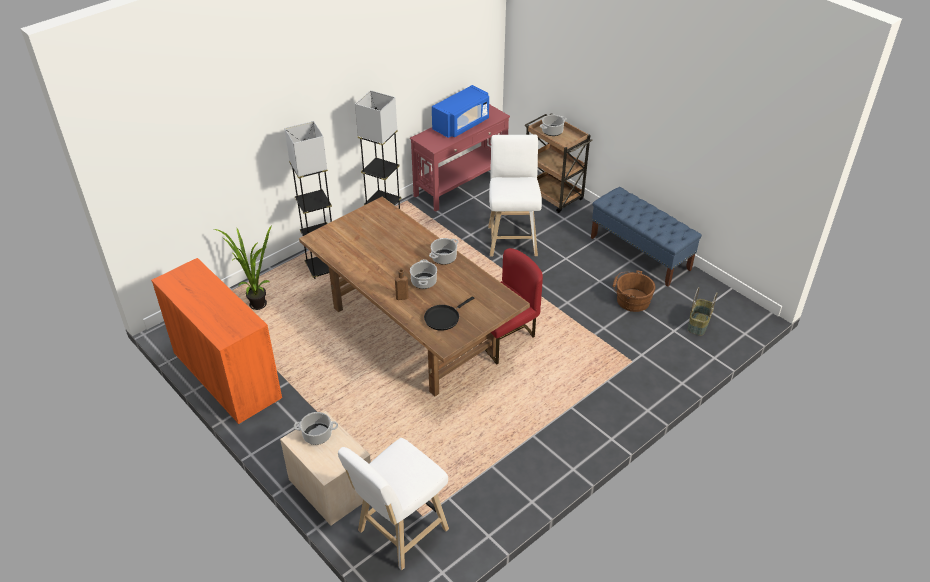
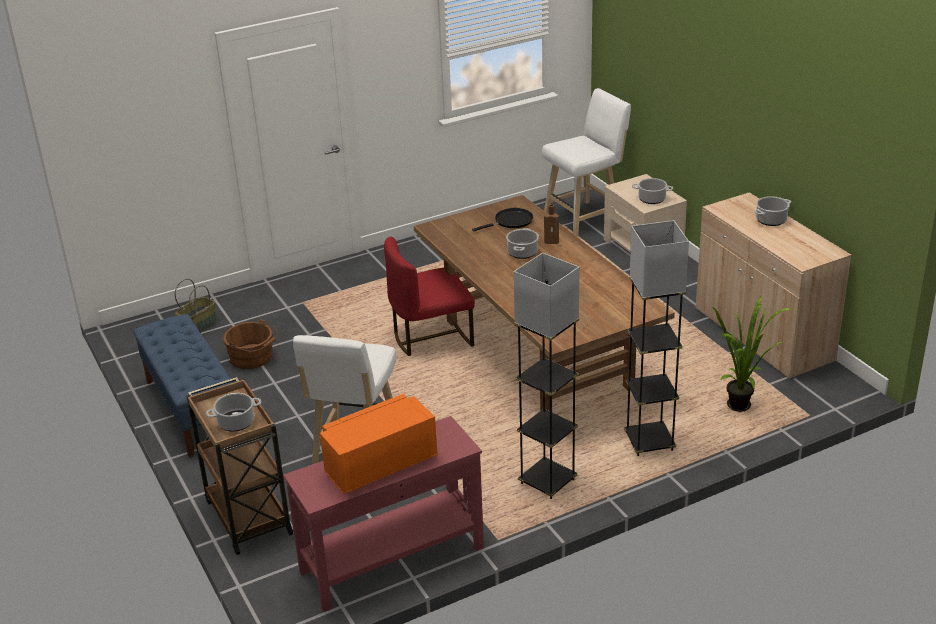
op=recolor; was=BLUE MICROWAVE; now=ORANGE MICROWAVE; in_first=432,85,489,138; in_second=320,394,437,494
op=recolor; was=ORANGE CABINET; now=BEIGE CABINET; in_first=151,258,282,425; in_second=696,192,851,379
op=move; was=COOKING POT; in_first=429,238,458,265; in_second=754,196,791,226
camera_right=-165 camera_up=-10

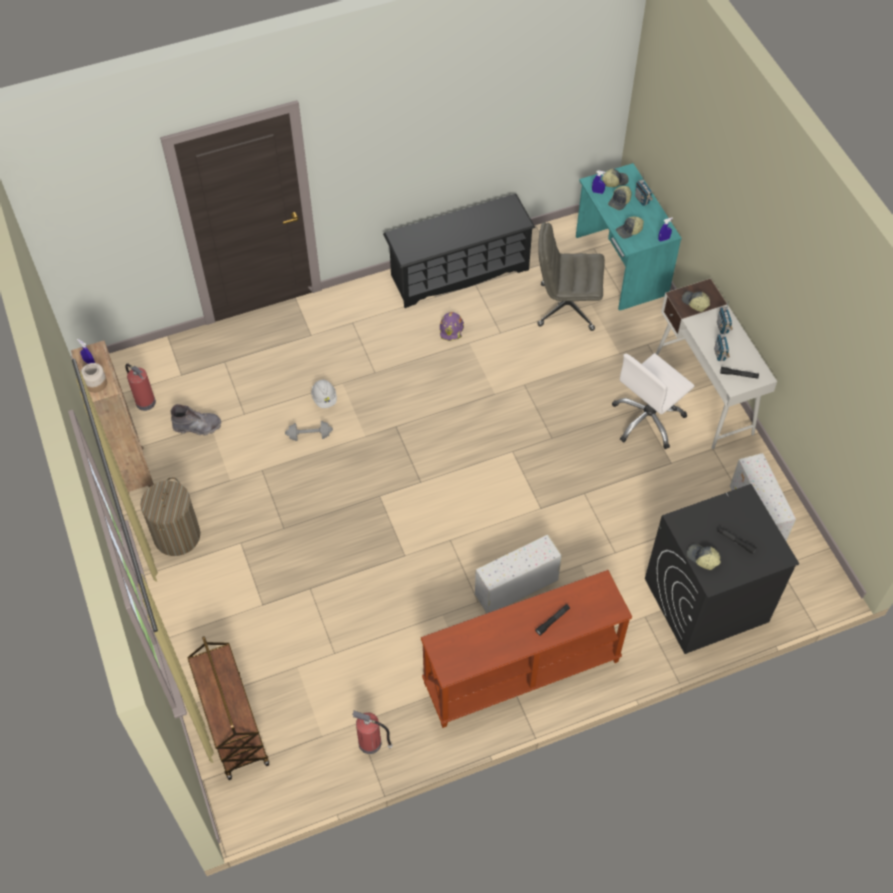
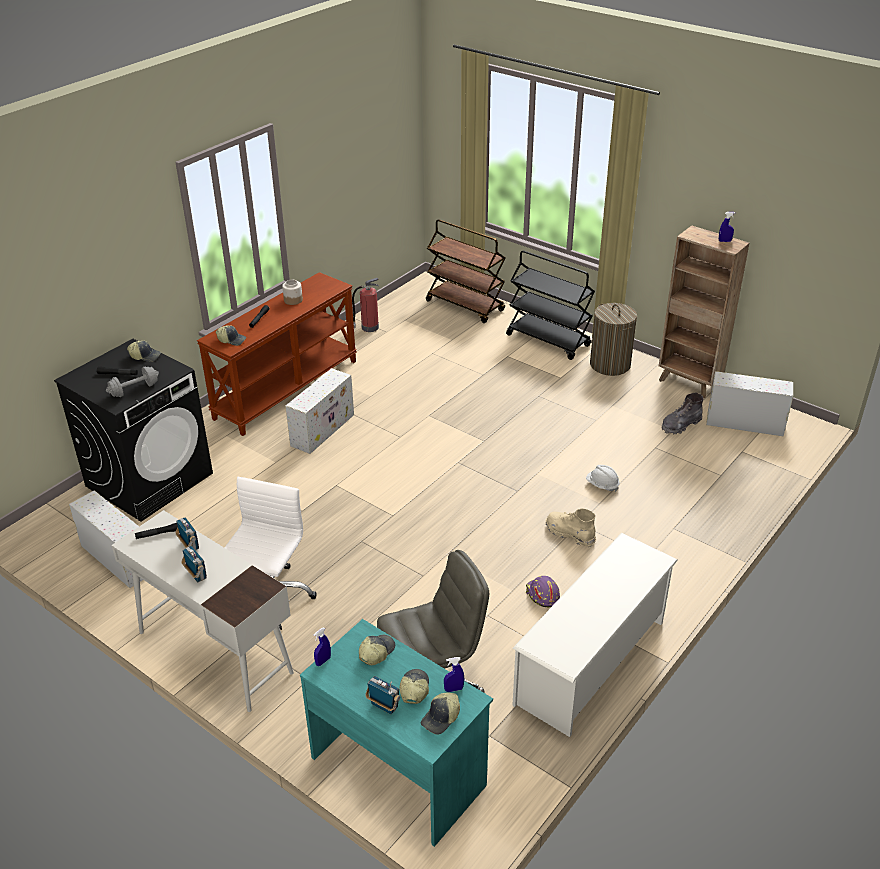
op=move; was=GREY DUMBBELL; in_first=285,421,333,441; in_second=106,366,159,397
op=move; was=CAP; in_first=682,291,710,312; in_second=216,325,246,346
op=move; was=JAR; in_first=81,363,107,393; in_second=282,280,303,305
op=insert; now=BLACK CART; in_second=506,250,595,360
op=recolor; was=BLACK SHOE RACK; now=WHITE SHOE RACK; in_first=383,194,536,308; in_second=512,533,678,737
op=insert; now=BEIGE BOOT; in_second=545,509,596,547
op=replace; was=FIRE EXTINGUISHER; now=WHITE STORAGE BOX; in_first=125,364,156,411; in_second=706,371,793,436
camera_right=150 camera_up=-20

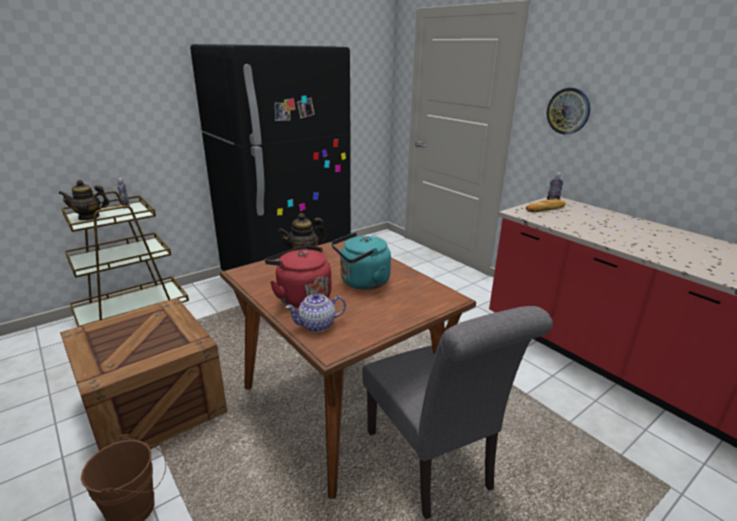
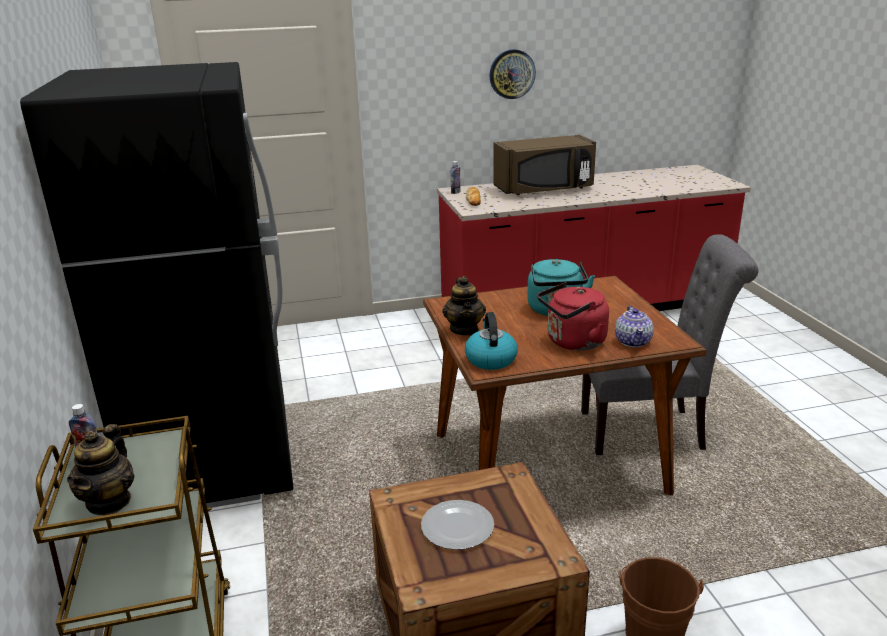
op=insert; now=PLATE; in_second=421,500,494,550
op=insert; now=KETTLE; in_second=465,312,518,370
op=move; was=WALL CLOCK; in_first=547,88,590,134; in_second=490,49,536,99
op=insert; now=BROWN MICROWAVE; in_second=493,135,596,195
camera_right=-65 camera_up=0

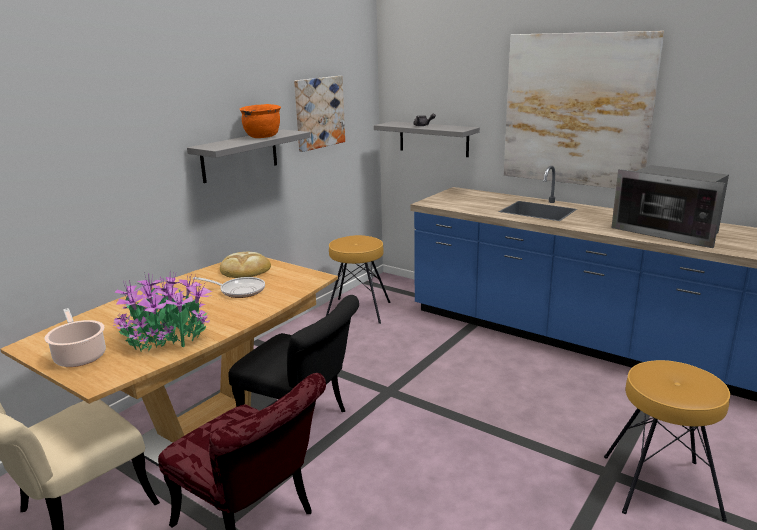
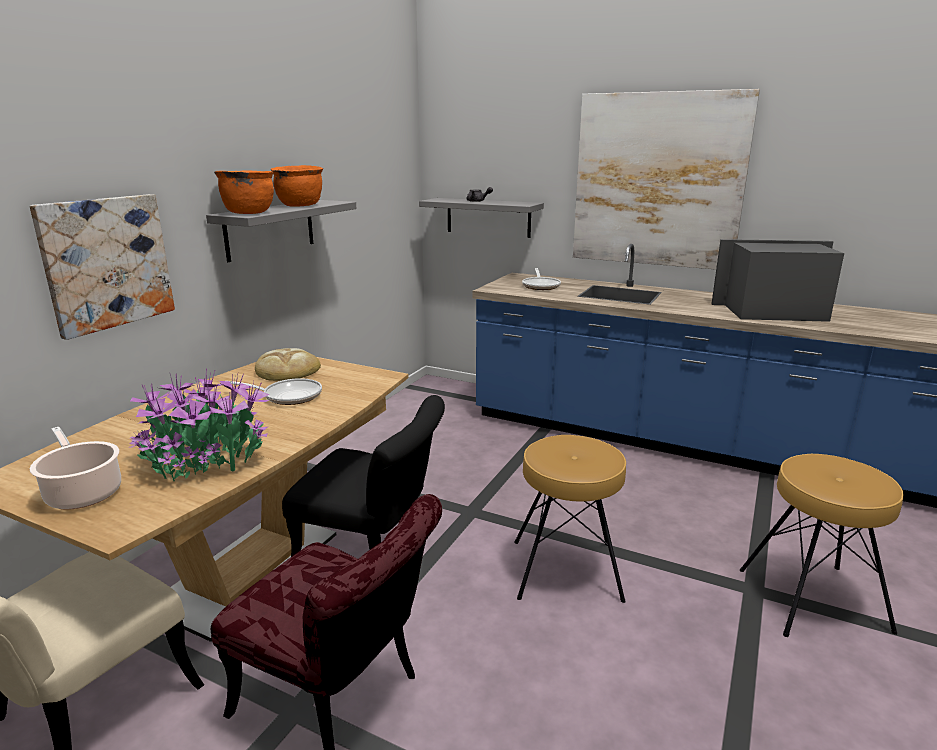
op=move; was=PICTURE; in_first=294,76,345,152; in_second=30,194,175,340
op=insert; now=ORANGE COOKING POT; in_second=214,170,274,214
op=move; was=BROWN STOOL; in_first=326,235,391,324; in_second=514,435,626,603
op=insert; now=FRYING PAN; in_second=522,268,561,290
op=rotate; was=MICROWAVE; in_first=611,165,729,248; in_second=712,239,844,322; clockwise=150
camera_right=-10 camera_up=0

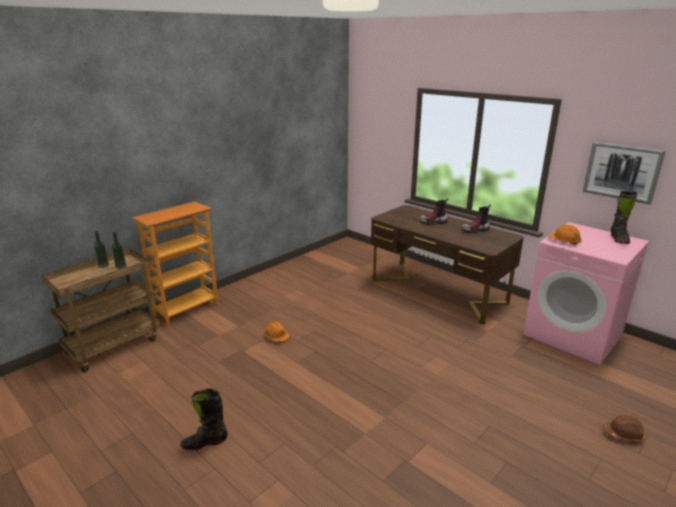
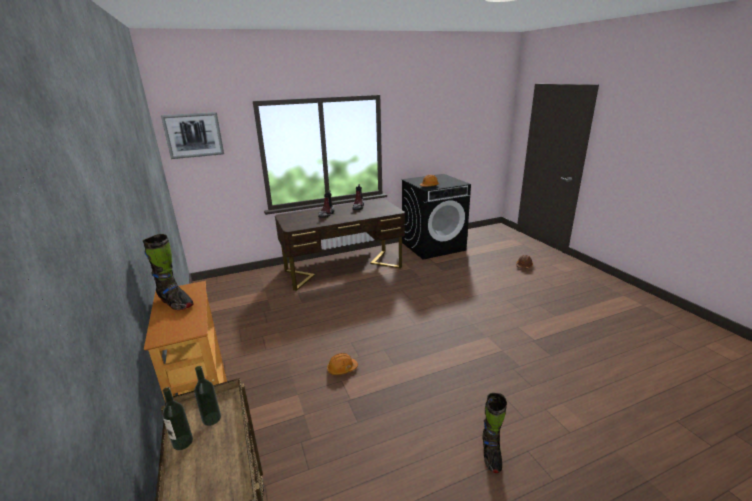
op=move; was=BLACK BOOT; in_first=611,191,637,244; in_second=143,234,193,310
op=move; was=PICTURE; in_first=583,142,665,204; in_second=161,112,224,159
op=recolor; was=PINK WASHING MACHINE; now=BLACK WASHING MACHINE; in_first=523,222,649,365; in_second=401,174,471,260
camera_right=-65 camera_up=0

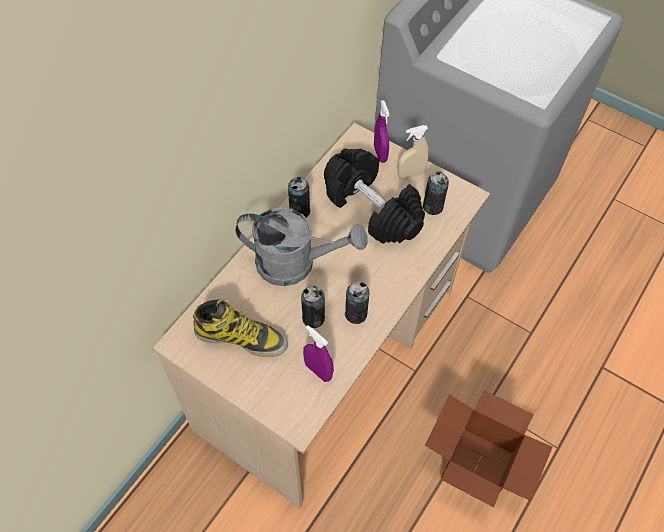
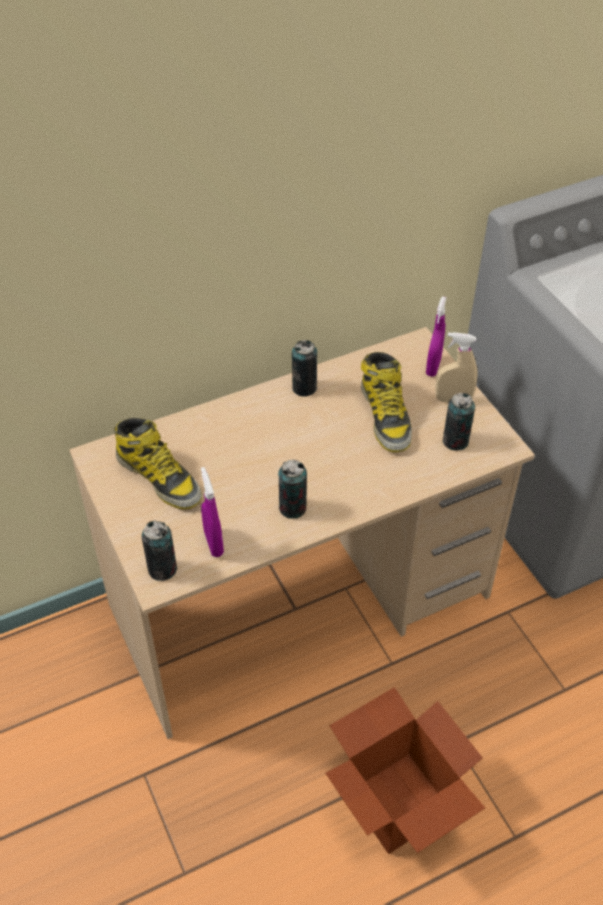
op=move; was=CAN; in_first=301,286,325,328; in_second=142,520,177,581
op=replace; was=BLACK DUMBBELL; now=BOOT; in_first=324,148,425,244; in_second=361,352,412,452
op=delete; was=GREY WATERING CAN; in_first=235,207,368,286
camera_right=30 camera_up=-10

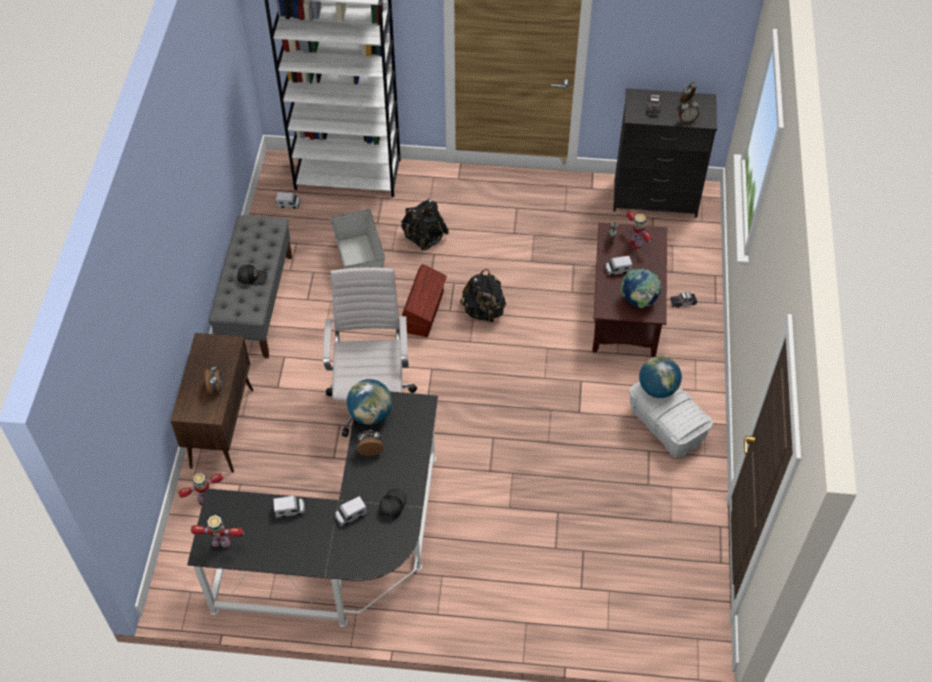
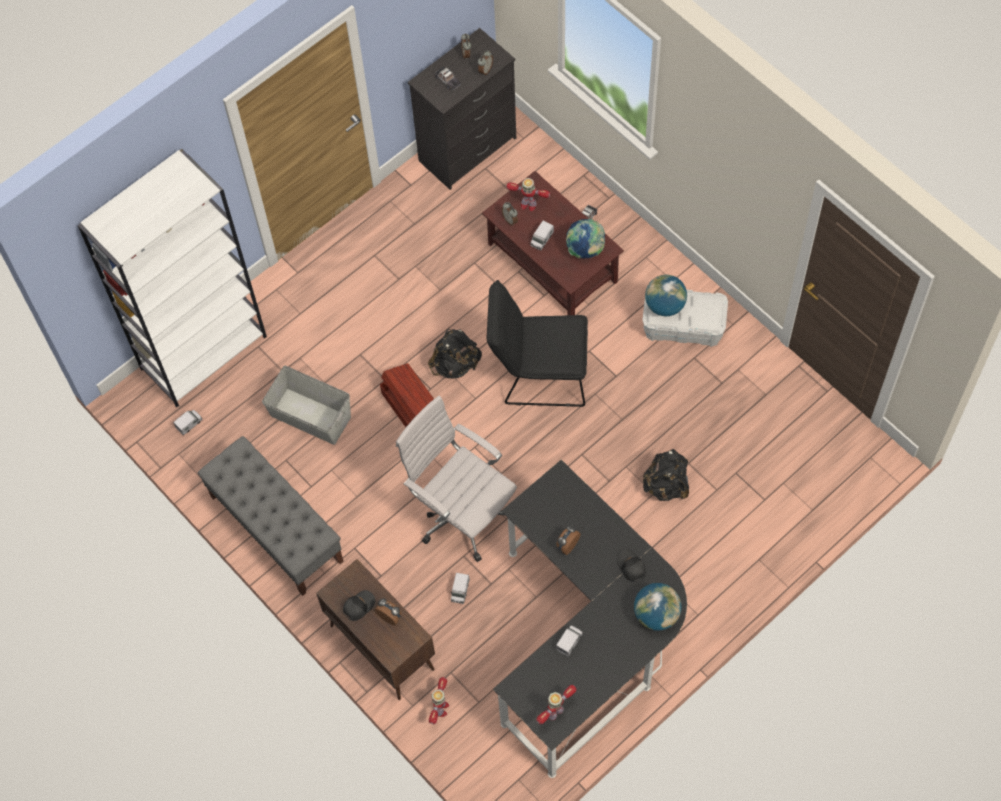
op=move; was=BLACK CAP; in_first=237,264,268,285; in_second=343,590,375,621
op=move; was=TOY TRUCK; in_first=335,496,367,526; in_second=450,573,470,604
op=insert; now=BLACK CHAIR; in_second=487,280,588,407
op=move; was=GLOBE; in_first=347,379,392,425; in_second=634,583,682,631
op=move; was=BLACK BACKPACK; in_first=401,199,449,251; in_second=643,449,689,501
camera_right=-45 camera_up=10

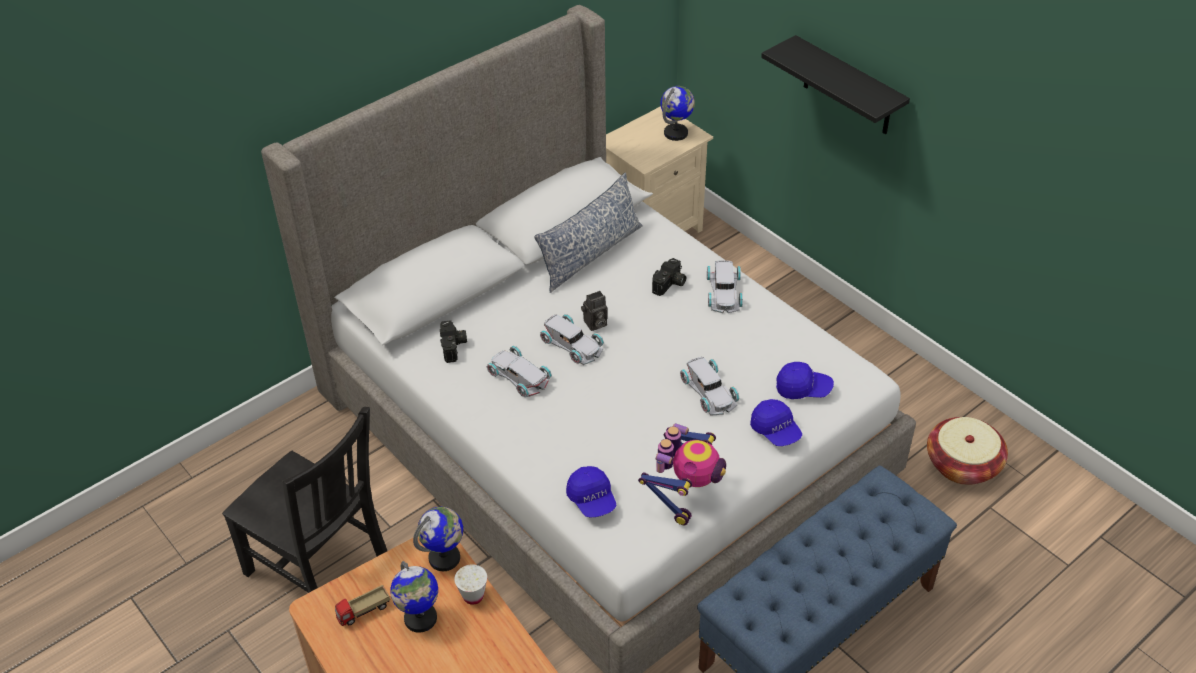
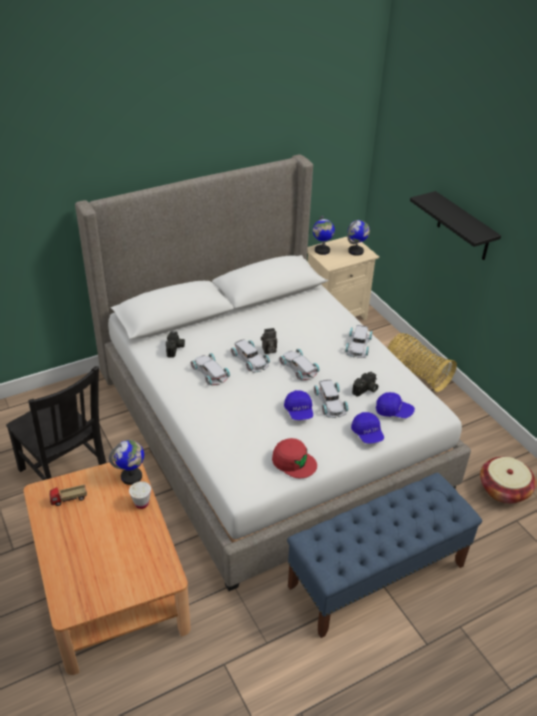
op=replace; was=TOY ROBOT; now=RED CAP; in_first=638,423,726,525; in_second=272,438,317,478
op=insert; now=WHITE TOY CAR; in_second=279,349,320,380
op=move; was=BLUE CAP; in_first=566,466,616,517; in_second=284,390,313,420
op=move; was=GLOBE; in_first=390,561,438,633; in_second=313,215,335,255
op=move; was=PHOTO CAMERA; in_first=652,258,686,296; in_second=352,372,378,396
op=insert; now=BASKET; in_second=387,333,457,392
op=delete; was=PILLOW; in_first=534,172,643,293
camera_right=10 camera_up=-5

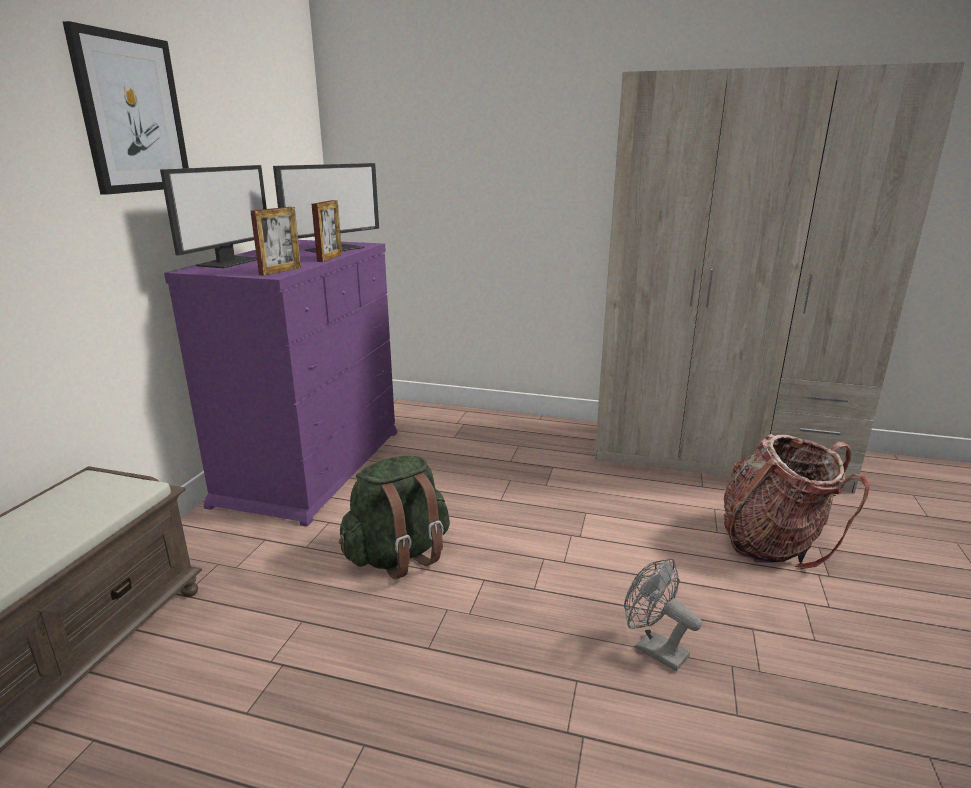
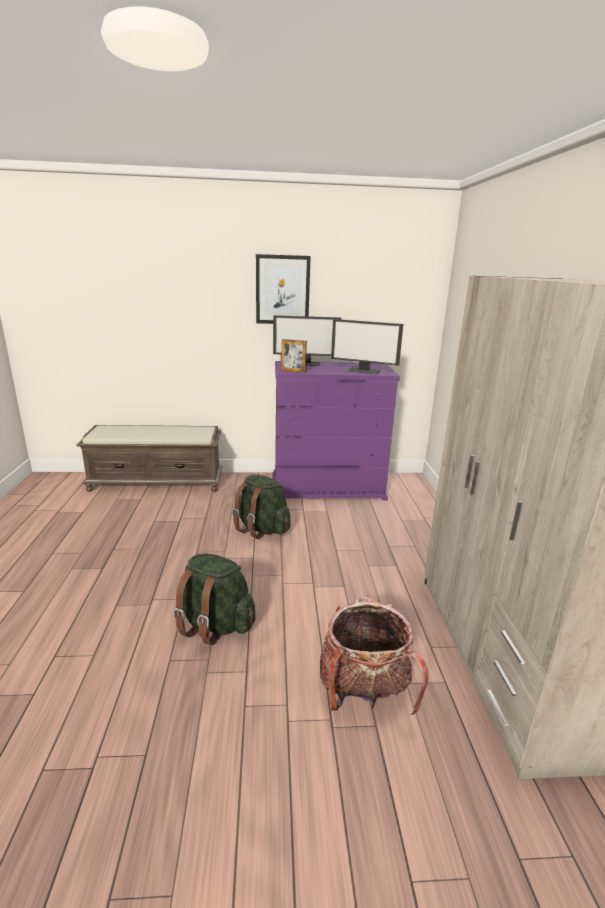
op=replace; was=GREY FAN; now=GREEN BACKPACK; in_first=624,558,702,671; in_second=173,554,256,645
op=delete; was=PICTURE FRAME; in_first=311,200,342,262
camera_right=70 camera_up=0

